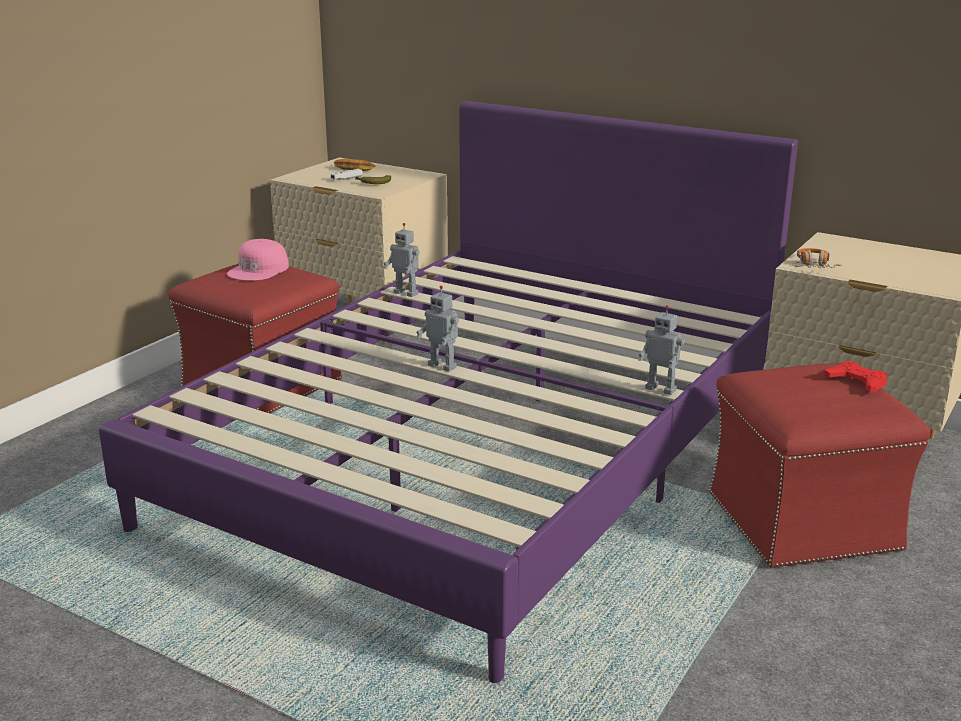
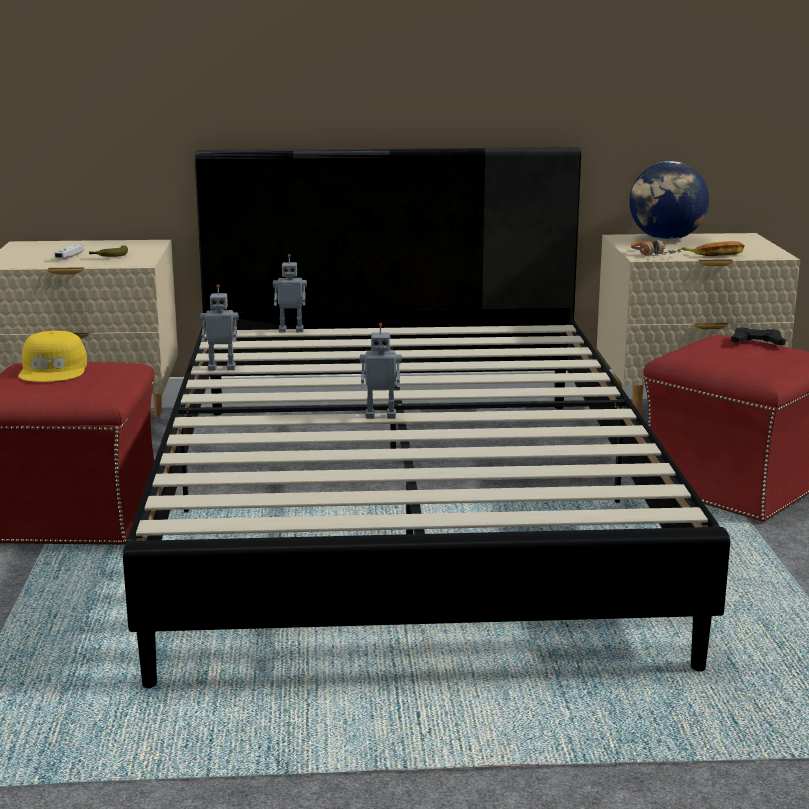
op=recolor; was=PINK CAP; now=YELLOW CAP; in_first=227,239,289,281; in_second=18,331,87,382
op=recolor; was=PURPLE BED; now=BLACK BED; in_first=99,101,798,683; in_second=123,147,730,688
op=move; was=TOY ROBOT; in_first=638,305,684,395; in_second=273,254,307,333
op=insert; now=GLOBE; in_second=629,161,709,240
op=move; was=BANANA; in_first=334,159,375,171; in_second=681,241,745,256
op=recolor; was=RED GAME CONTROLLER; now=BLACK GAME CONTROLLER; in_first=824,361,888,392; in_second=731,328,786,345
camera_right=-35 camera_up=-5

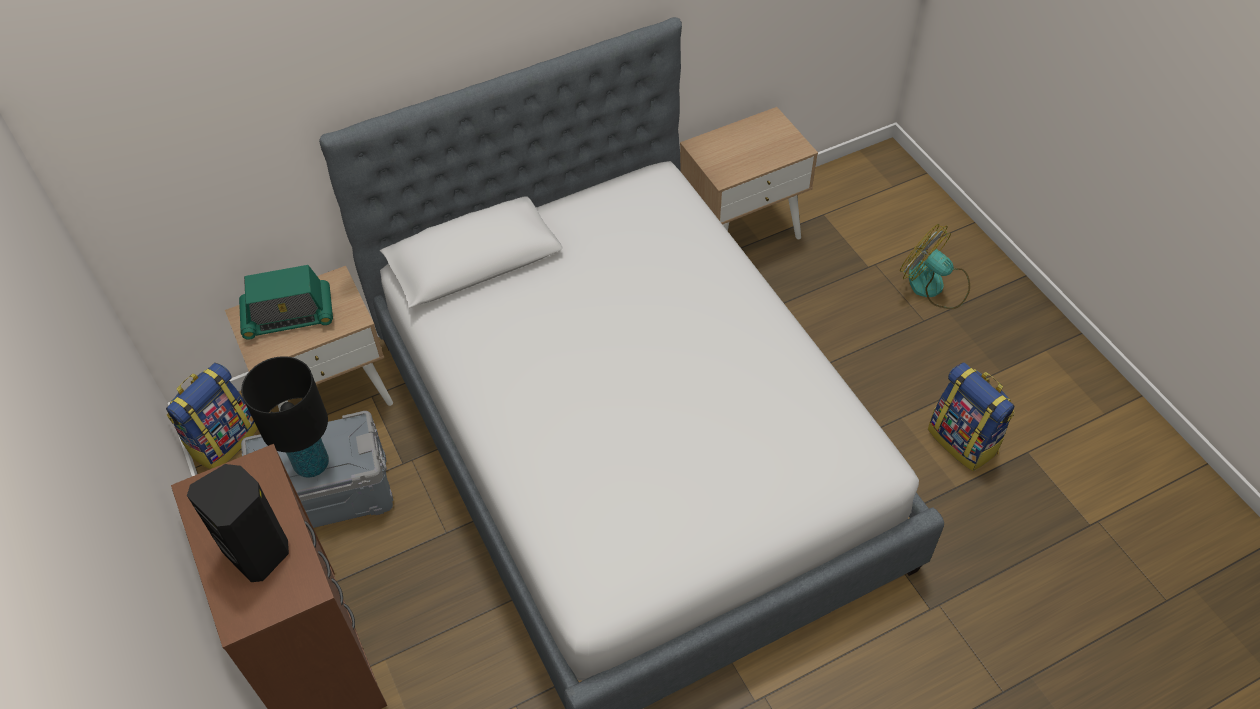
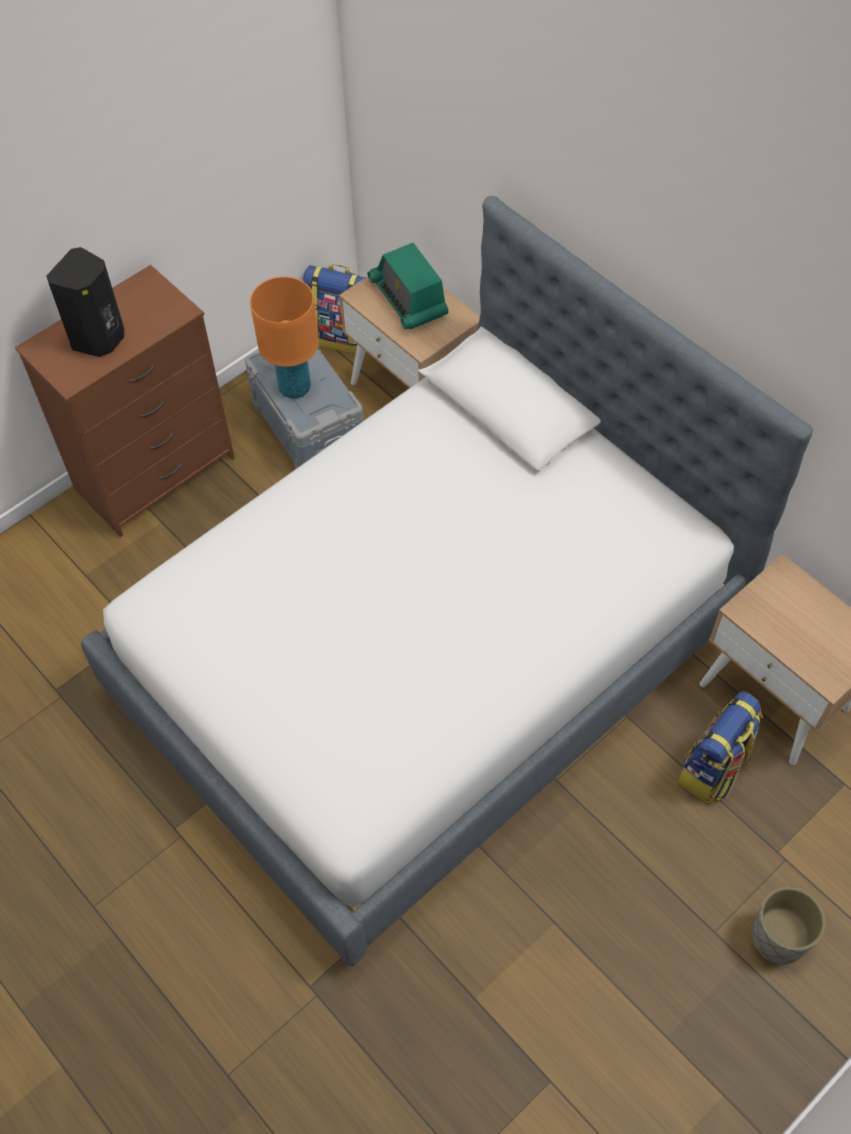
op=recolor; was=BLACK TABLE LAMP; now=ORANGE TABLE LAMP; in_first=241,356,329,478; in_second=250,276,319,399
op=move; was=BACKPACK; in_first=928,362,1015,471; in_second=677,692,763,804
op=replace; was=FAN; now=GREY PLANTER; in_first=900,224,970,309; in_second=752,887,825,964
camera_right=75 camera_up=5

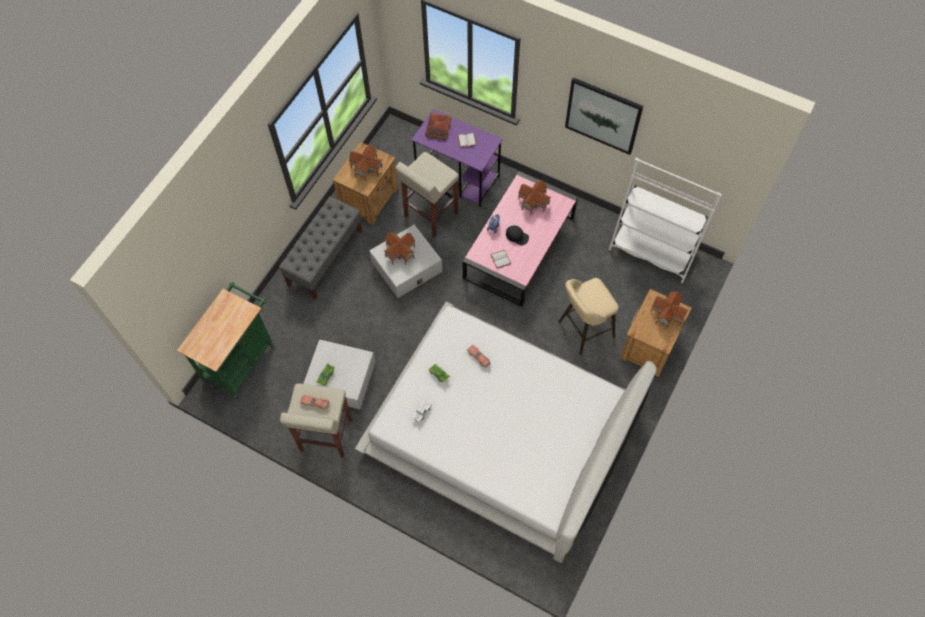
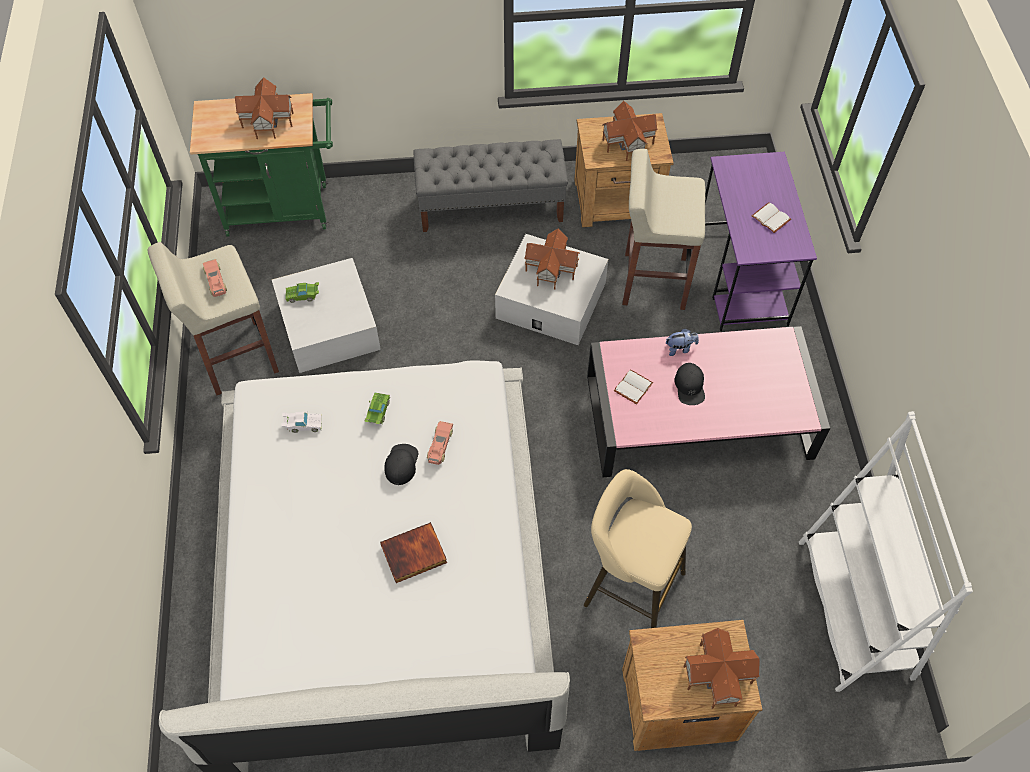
op=move; was=TOY HOUSE; in_first=518,180,551,215; in_second=235,77,294,139
op=move; was=BOOK; in_first=425,113,451,140; in_second=380,522,447,583
op=insert; now=BLACK CAP; in_second=384,444,418,485
op=delete; was=PICTURE; in_first=565,77,643,155
camera_right=55 camera_up=-5

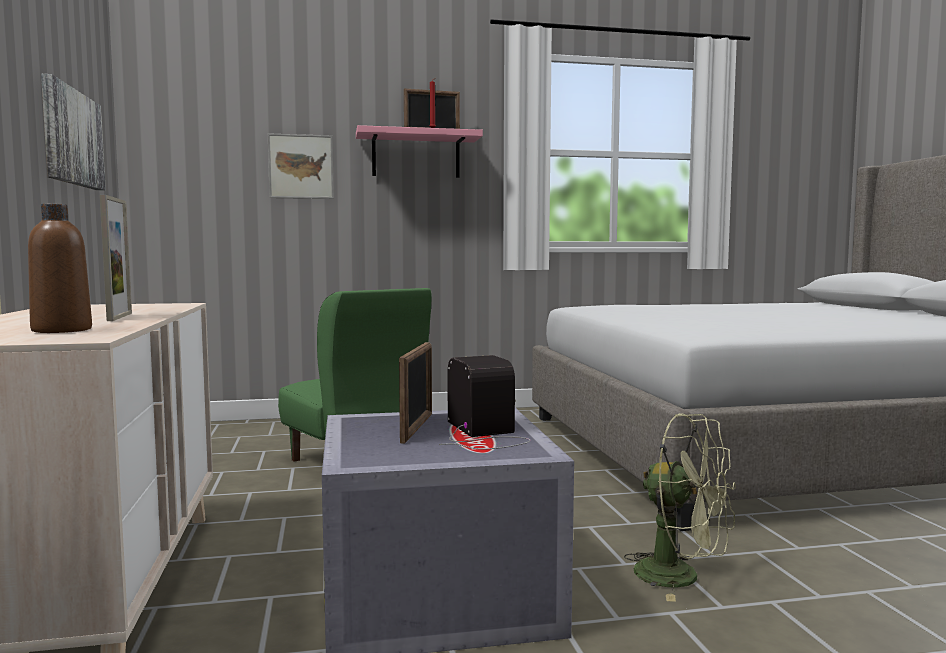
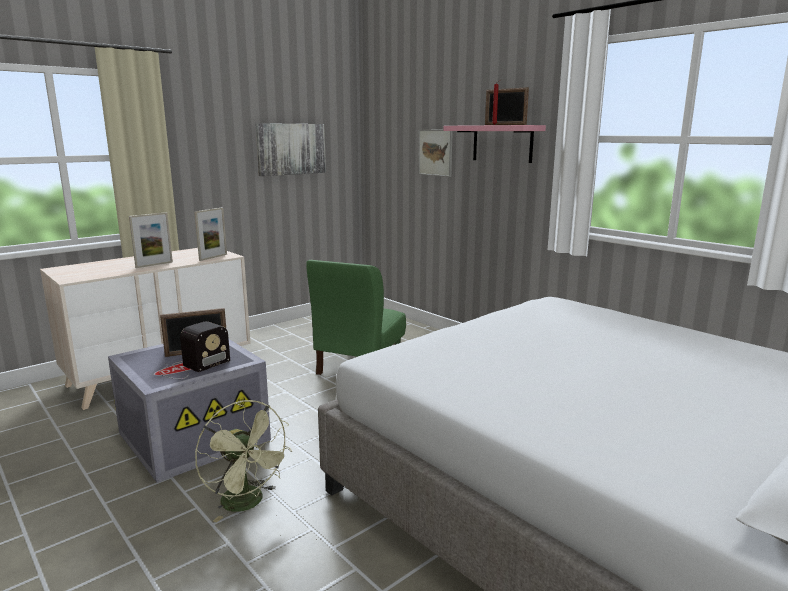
op=insert; now=PICTURE FRAME; in_second=194,208,227,261
op=rotate; was=GREEN FAN; in_first=624,413,736,602; in_second=195,400,292,523; clockwise=-45
op=delete; was=BROWN BOTTLE; in_first=28,204,92,333
camera_right=60 camera_up=10

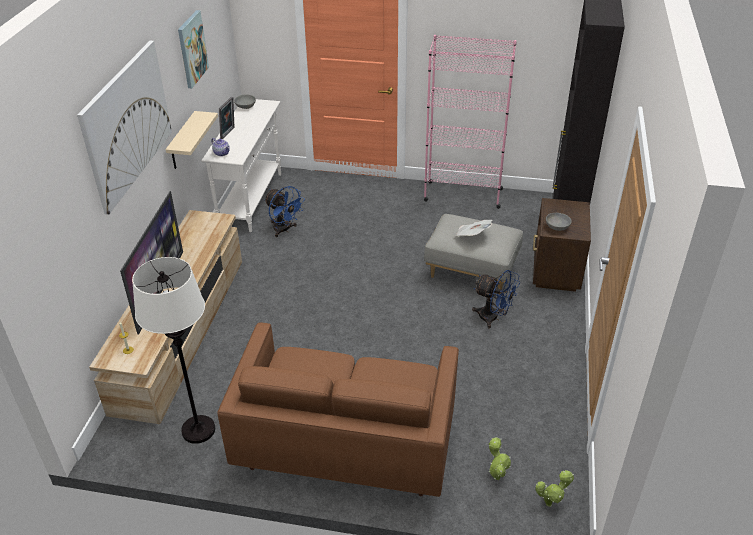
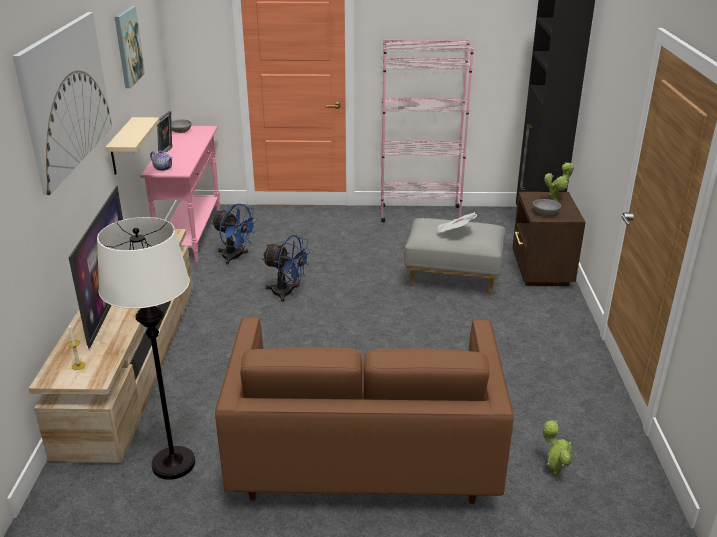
op=recolor; was=WHITE CONSOLE TABLE; now=PINK CONSOLE TABLE; in_first=201,99,281,232; in_second=140,126,220,262
op=move; was=BLUE FAN; in_first=472,270,520,329; in_second=262,235,311,302
op=move; was=POTTED PLANT; in_first=535,470,574,507; in_second=544,162,574,201
camera_right=-10 camera_up=-10

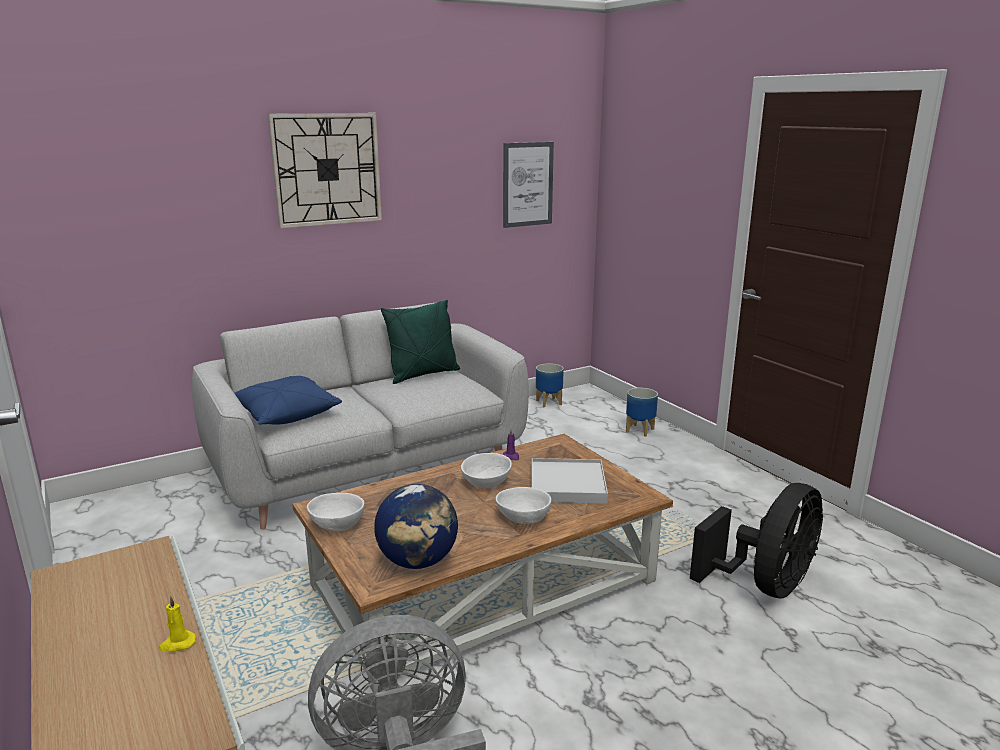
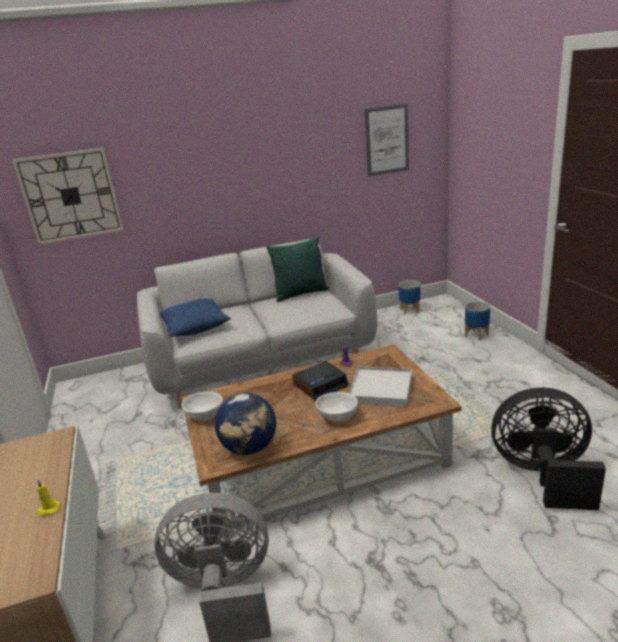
op=move; was=WALL CLOCK; in_first=268,113,382,228; in_second=12,148,124,245
op=replace; was=WHITE BOWL; now=ALARM CLOCK; in_first=461,453,512,488; in_second=292,361,348,400
op=rotate; was=BLACK FAN; in_first=690,483,823,599; in_second=491,387,606,510; clockwise=-135
camera_right=15 camera_up=5

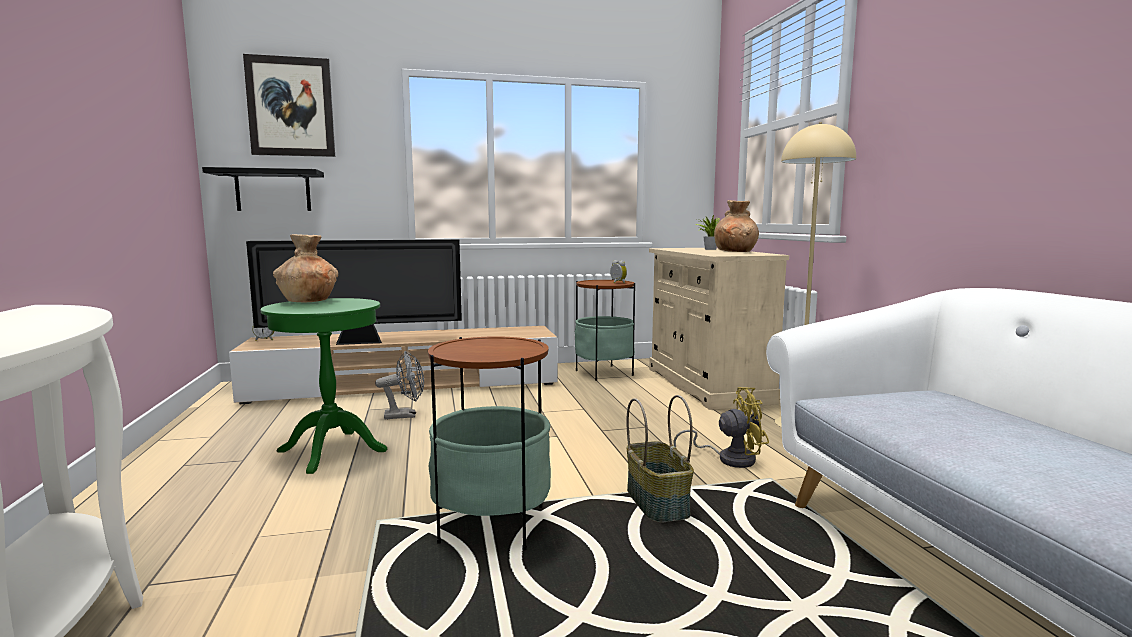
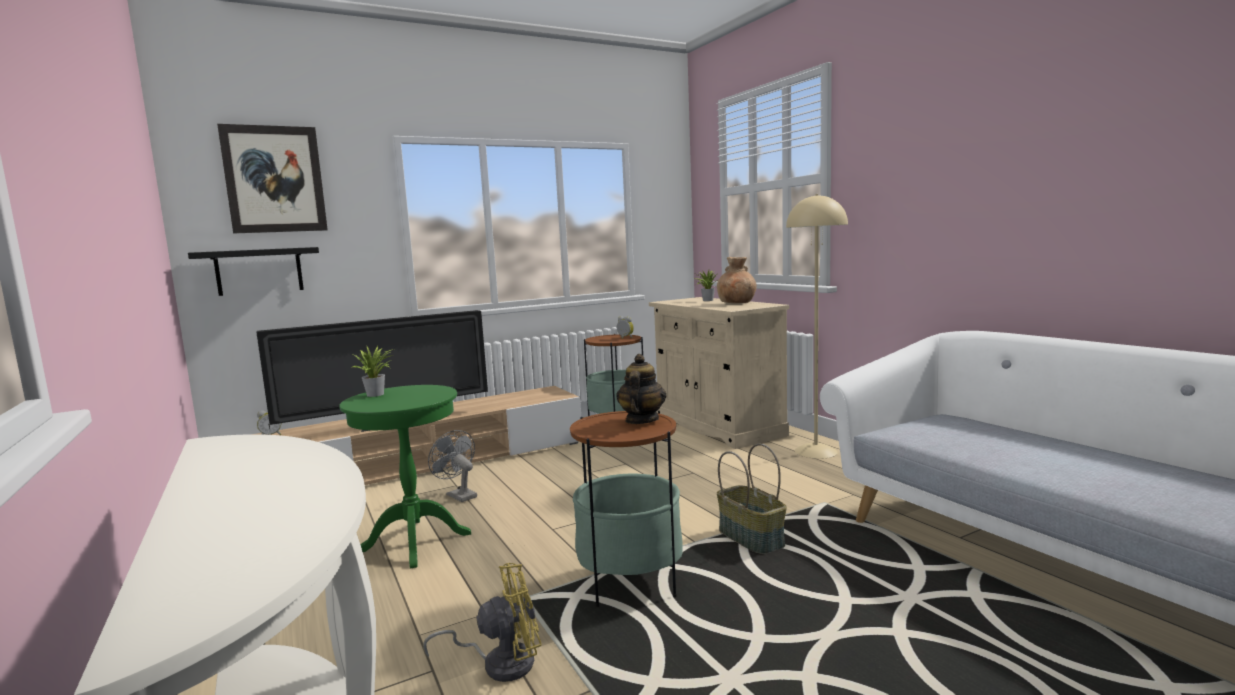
op=replace; was=BROWN VASE; now=POTTED PLANT; in_first=273,234,338,302; in_second=353,346,393,397
op=move; was=YELLOW FAN; in_first=673,387,769,468; in_second=423,563,542,682
op=rotate; was=GREY FAN; in_first=375,351,424,420; in_second=428,430,477,502; clockwise=-105
op=insert; now=TEAPOT; in_second=616,354,667,424
camera_right=-15 camera_up=0

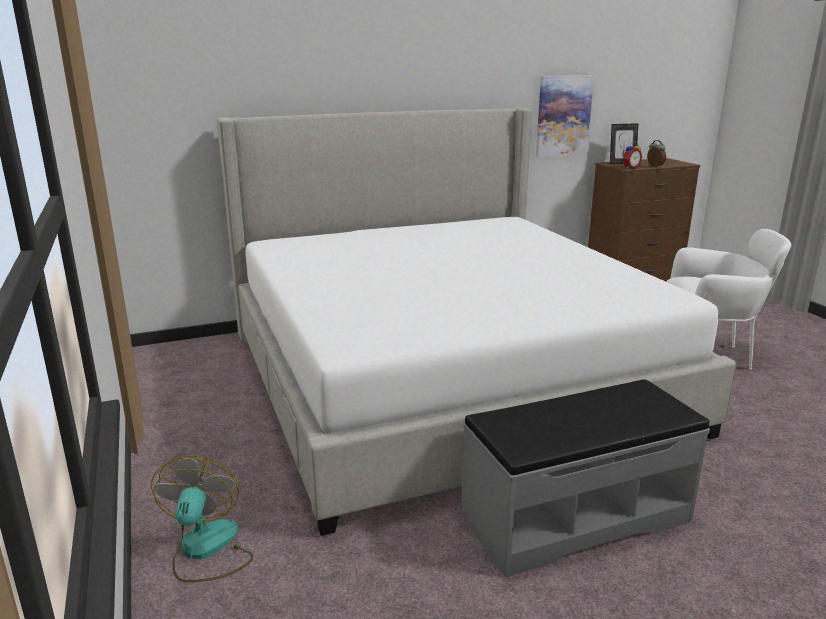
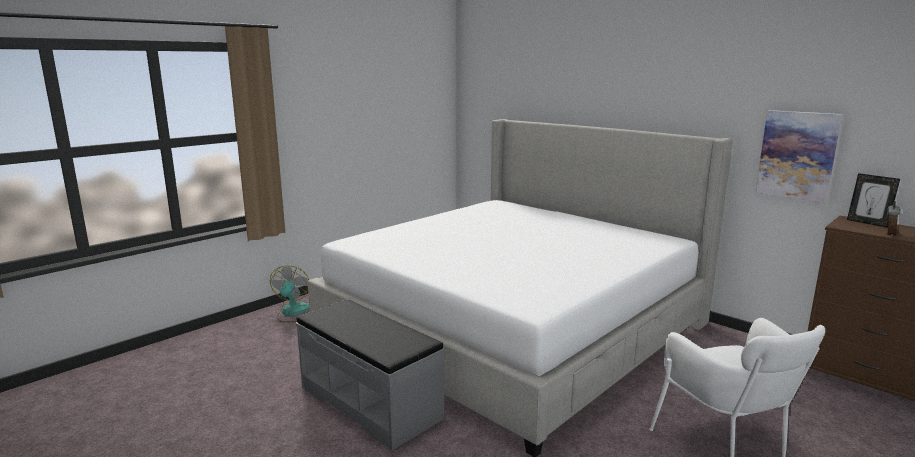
op=rotate; was=FAN; in_first=151,455,254,583; in_second=270,265,310,323; clockwise=-60
op=delete; was=ALARM CLOCK; in_first=623,141,642,169
camera_right=65 camera_up=-5

